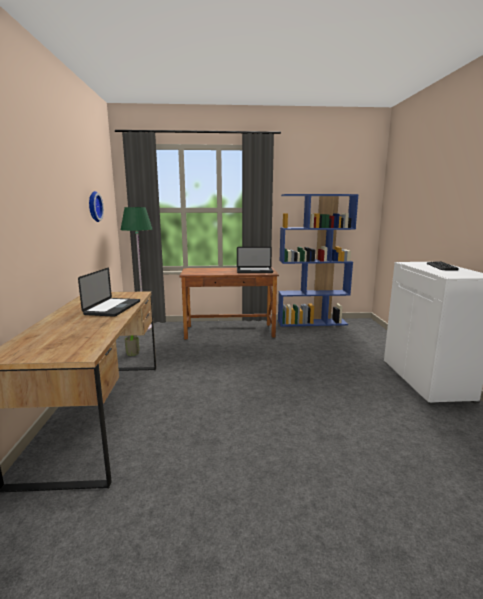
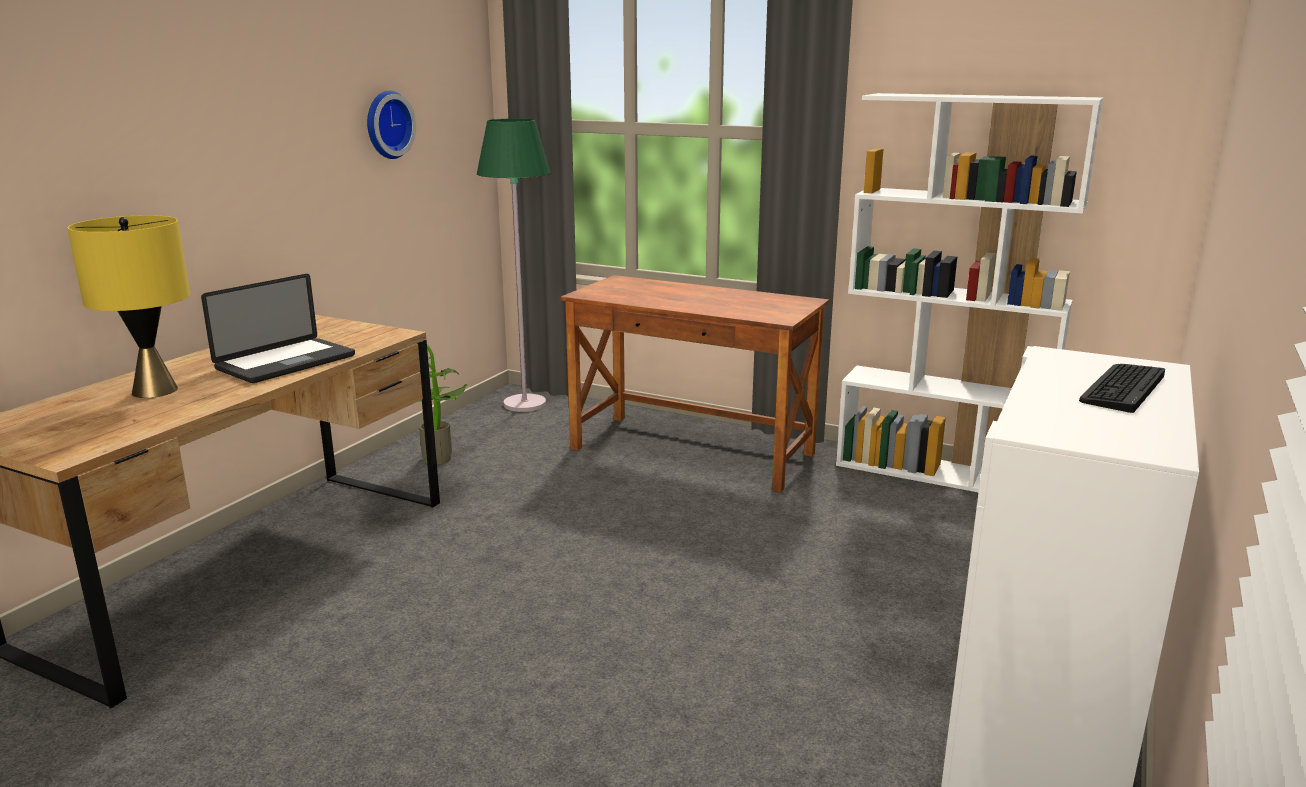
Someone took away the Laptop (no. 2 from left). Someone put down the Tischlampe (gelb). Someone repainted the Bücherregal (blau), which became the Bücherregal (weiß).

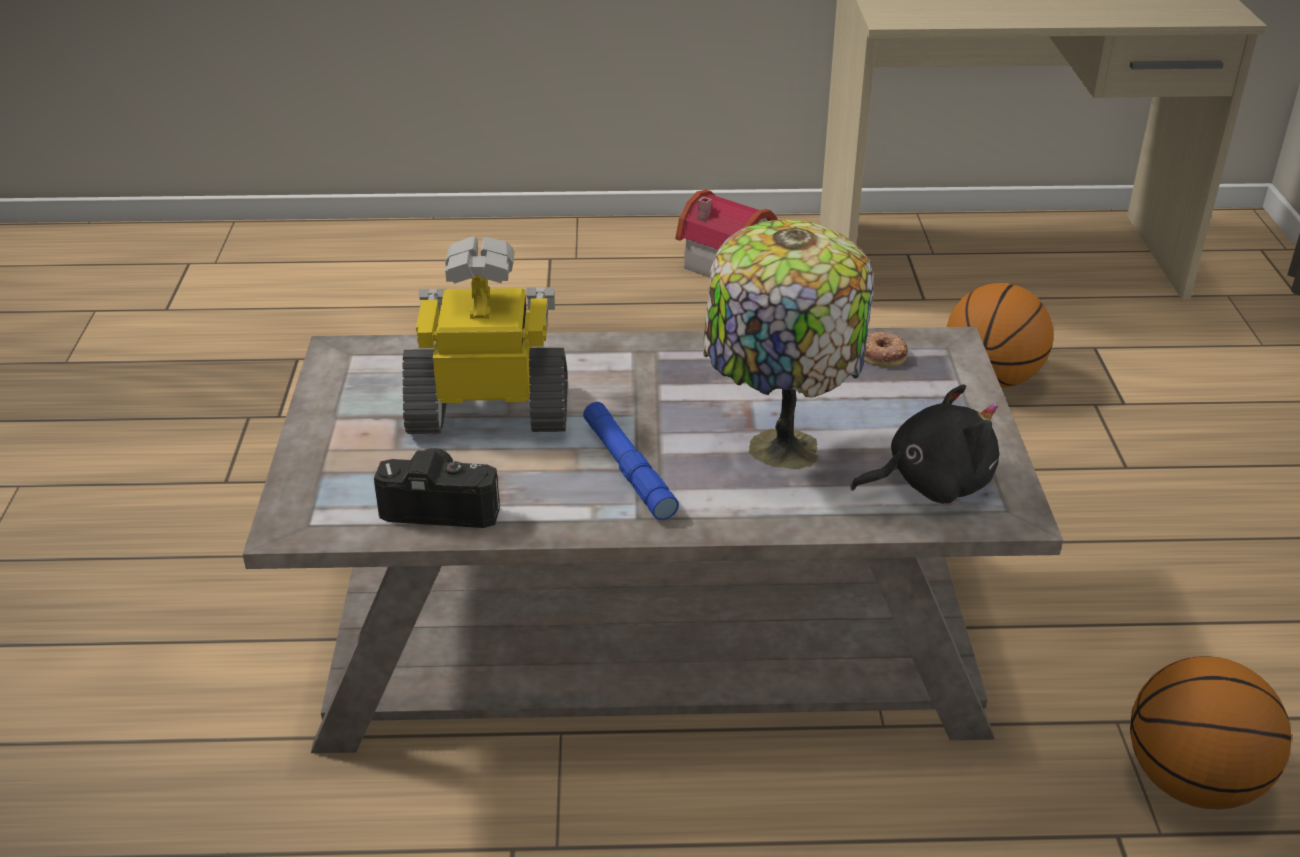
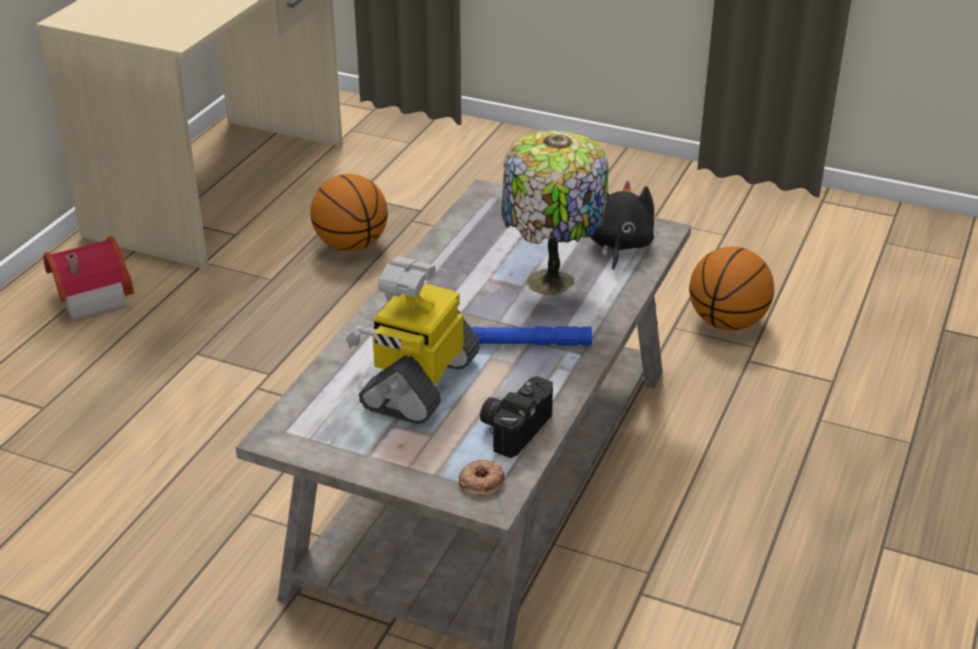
Someone carried the Donut.

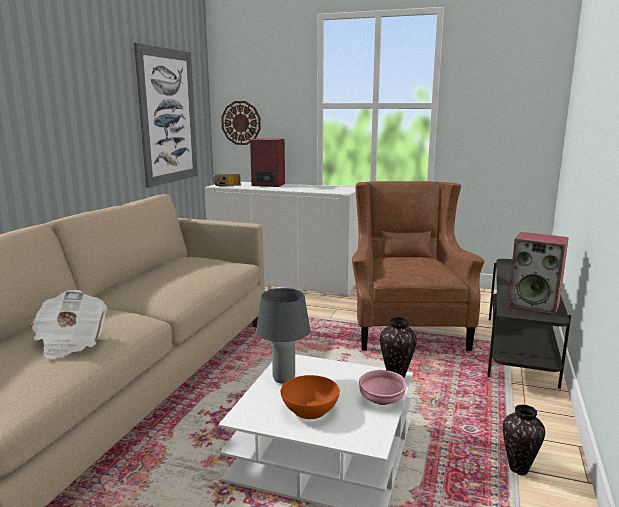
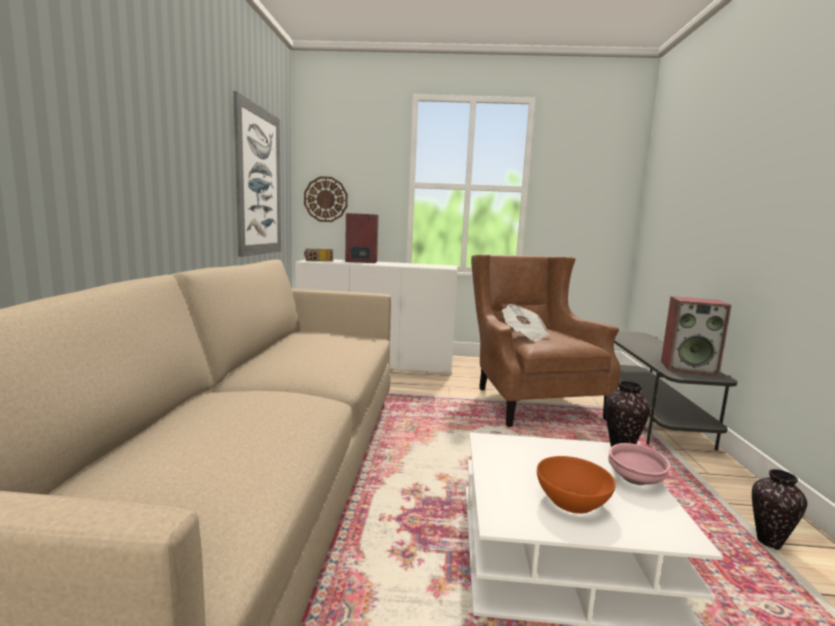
Someone took away the Tischlampe (grau). Someone carried the Zeitung.

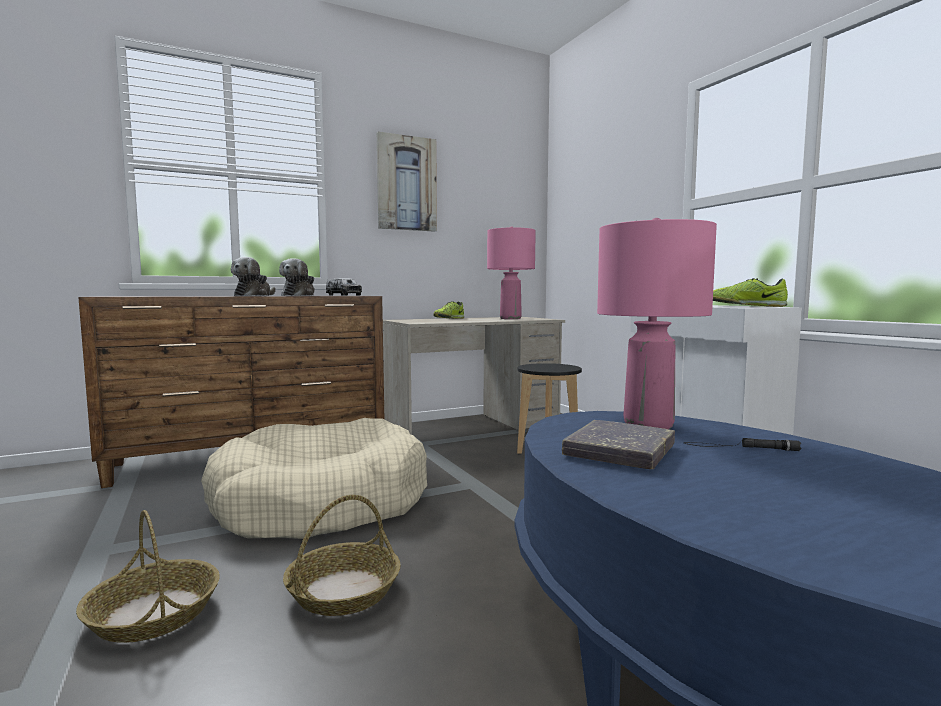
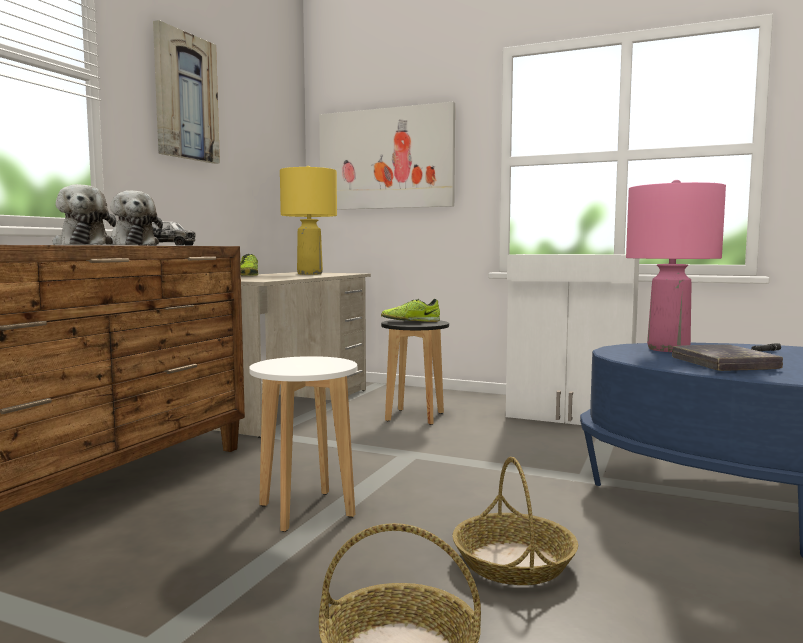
Someone put up the Bild (no. 2 from left). Someone carried the Schuh (no. 2 from left). Someone swapped the Hundebett (beige) for the Hocker (weiß). Someone repainted the Tischlampe (rosa) (no. 1 from left), which became the Tischlampe (gelb).

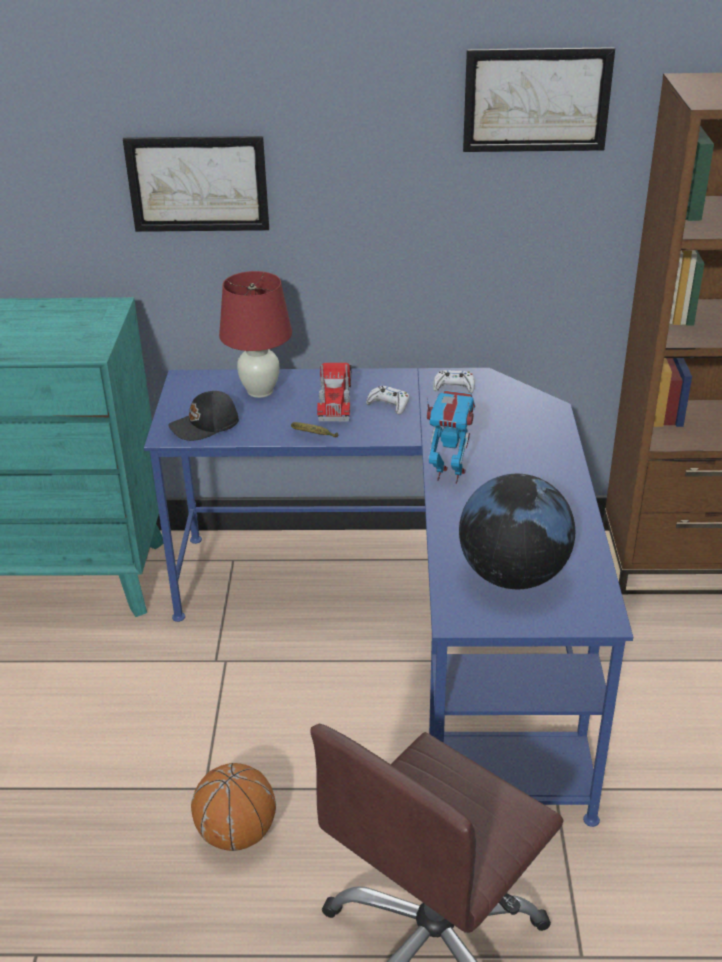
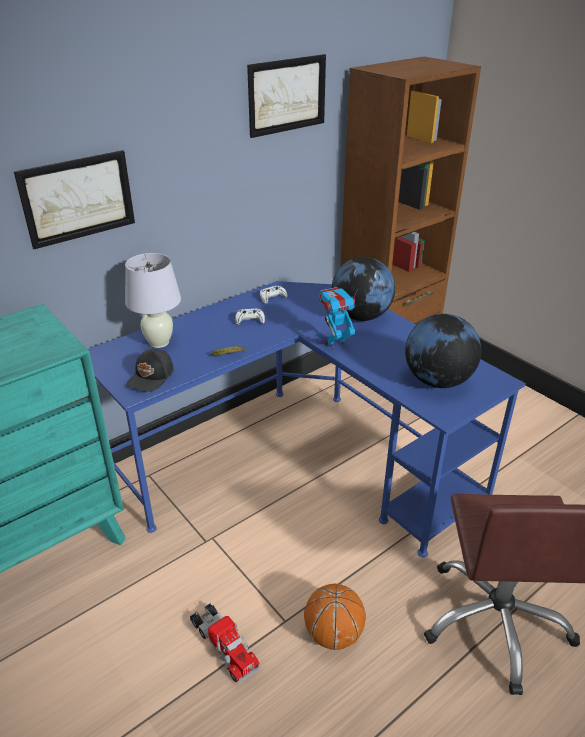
Someone put down the Globus (no. 1 from left). Someone carried the Spielzeuglaster. Someone repainted the Tischlampe (rot), which became the Tischlampe (weiß).

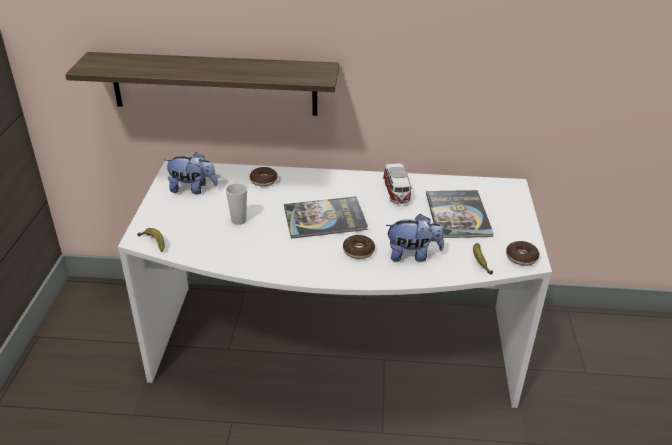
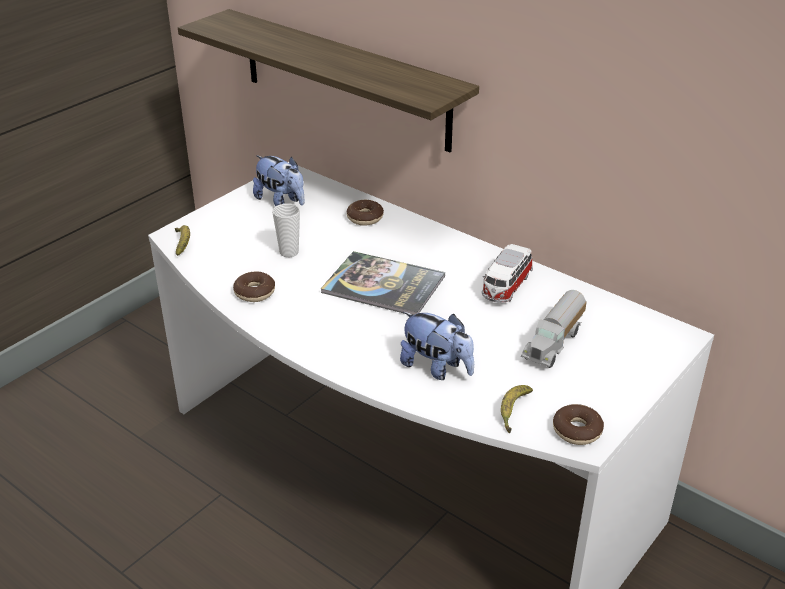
Someone carried the Donut (no. 2 from left in the first image). Someone swapped the Buch (no. 2 from left) for the Spielzeuglaster.

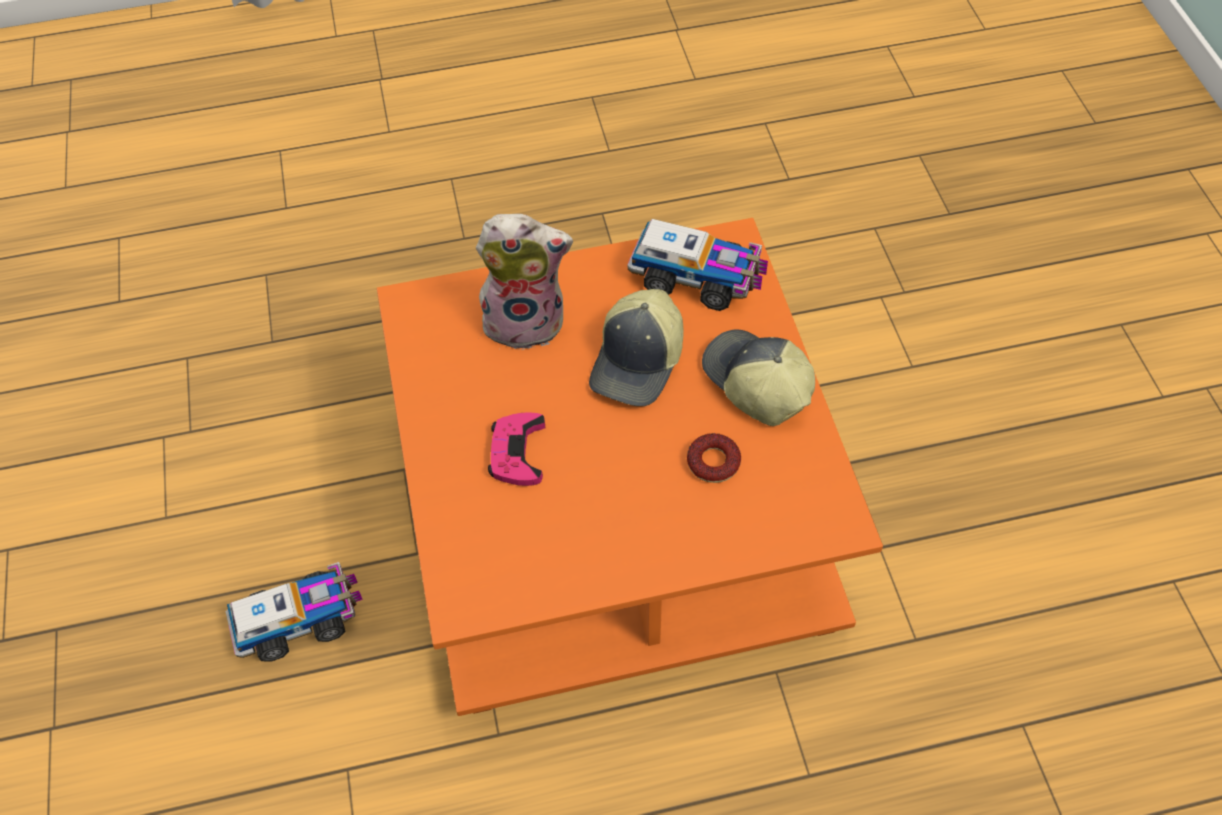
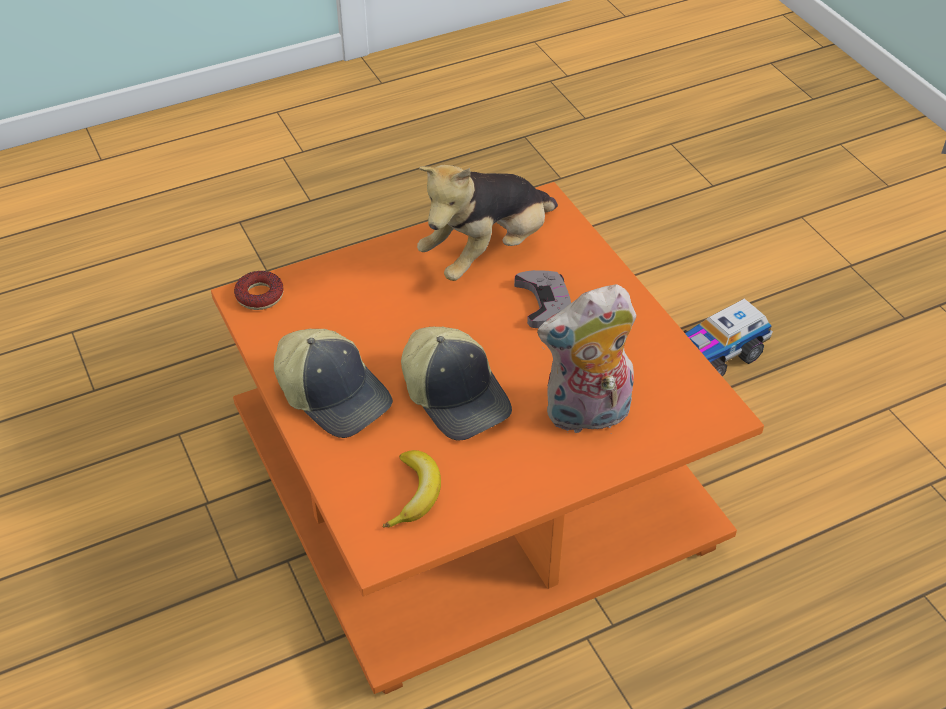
Someone put down the Plüschtier (no. 1 from left). Someone carried the Donut. Someone swapped the Spielzeuglaster (no. 2 from left) for the Banane. Someone repainted the Gamepad (rosa), which became the Gamepad (grau). Someone rotated the Kappe (no. 1 from left in the first image) by 135 degrees clockwise.

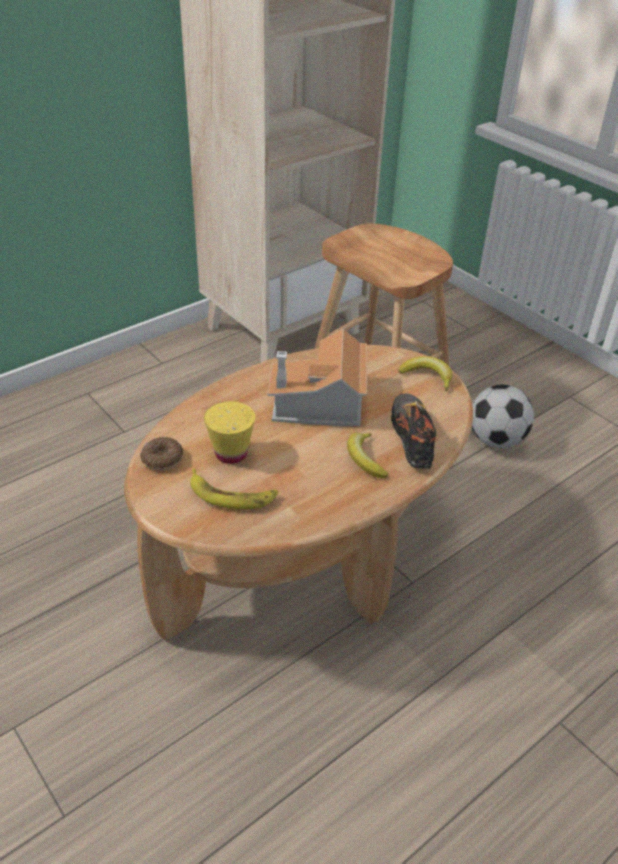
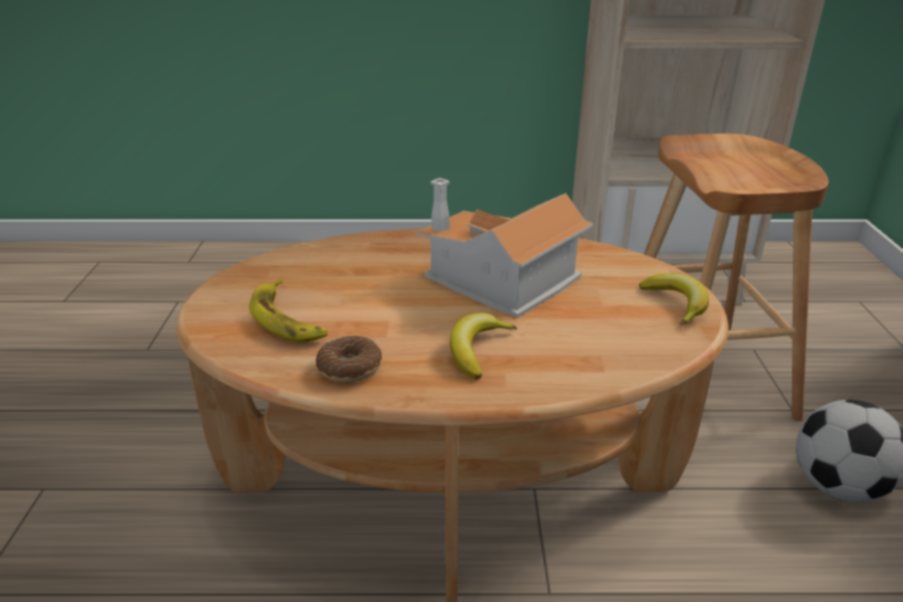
Someone took away the Tasse (gelb). Someone took away the Schuh. Someone carried the Donut.

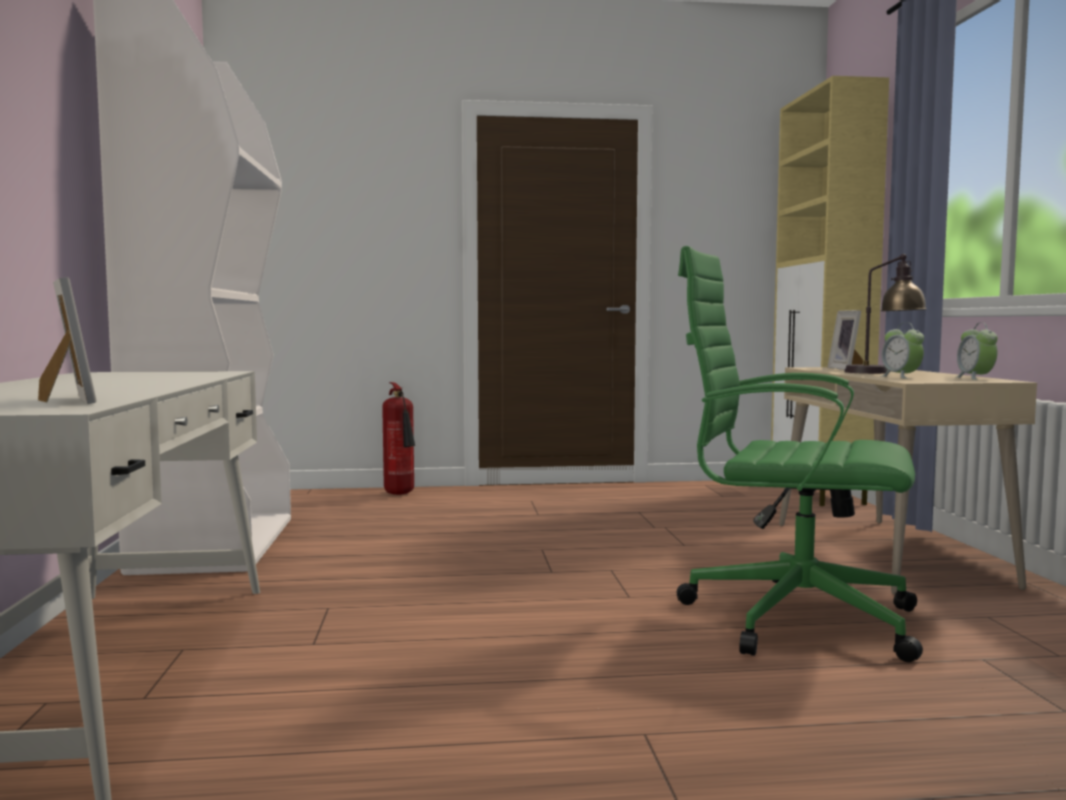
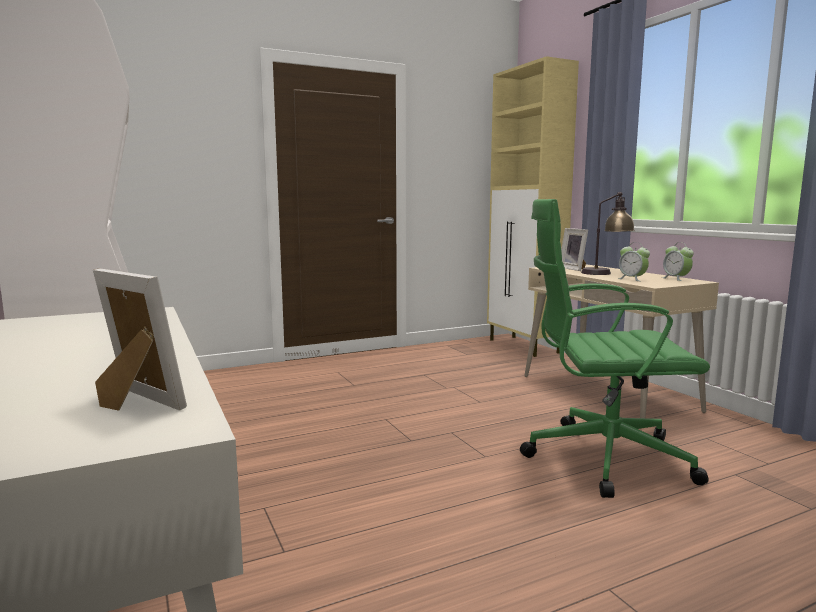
Someone took away the Feuerlöscher.

